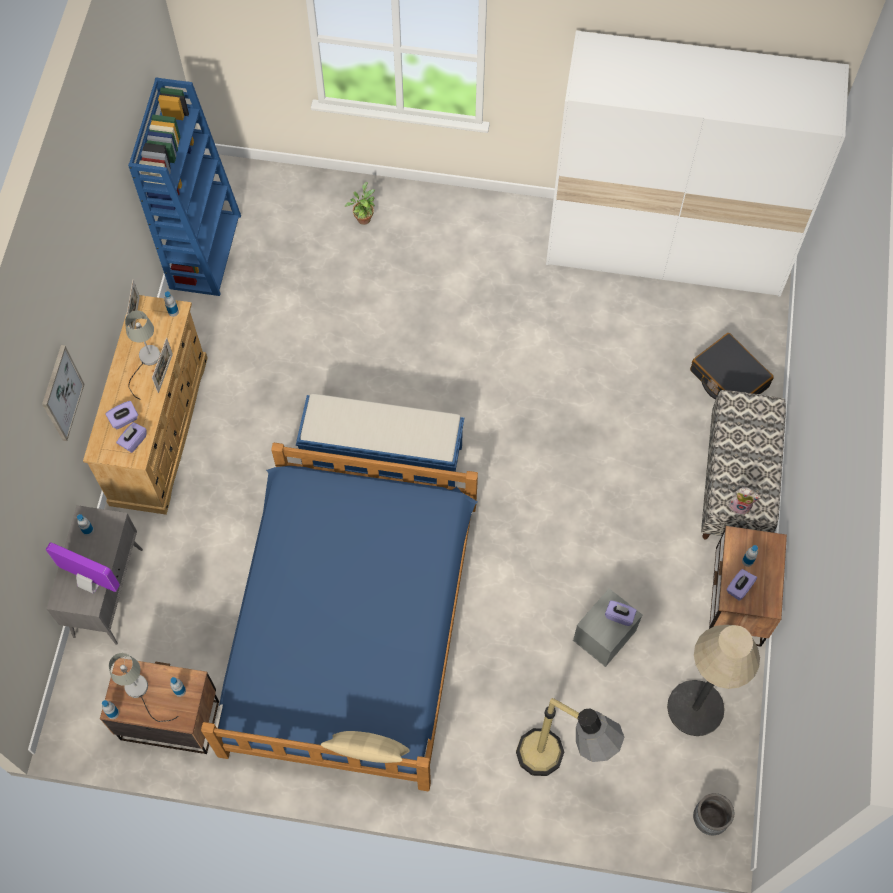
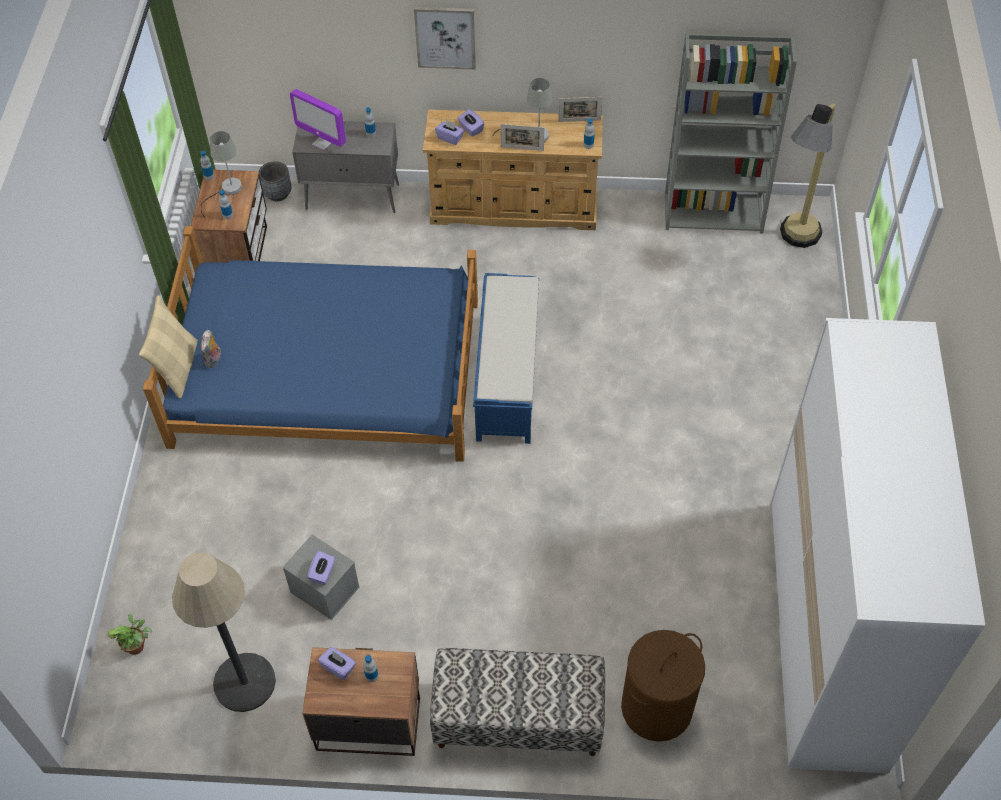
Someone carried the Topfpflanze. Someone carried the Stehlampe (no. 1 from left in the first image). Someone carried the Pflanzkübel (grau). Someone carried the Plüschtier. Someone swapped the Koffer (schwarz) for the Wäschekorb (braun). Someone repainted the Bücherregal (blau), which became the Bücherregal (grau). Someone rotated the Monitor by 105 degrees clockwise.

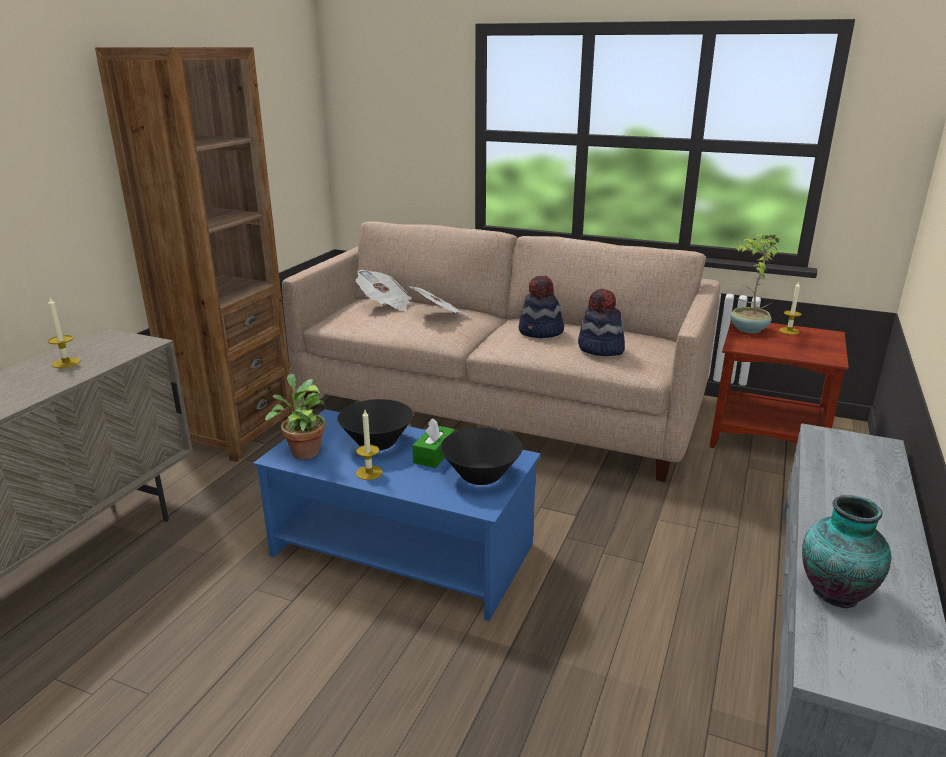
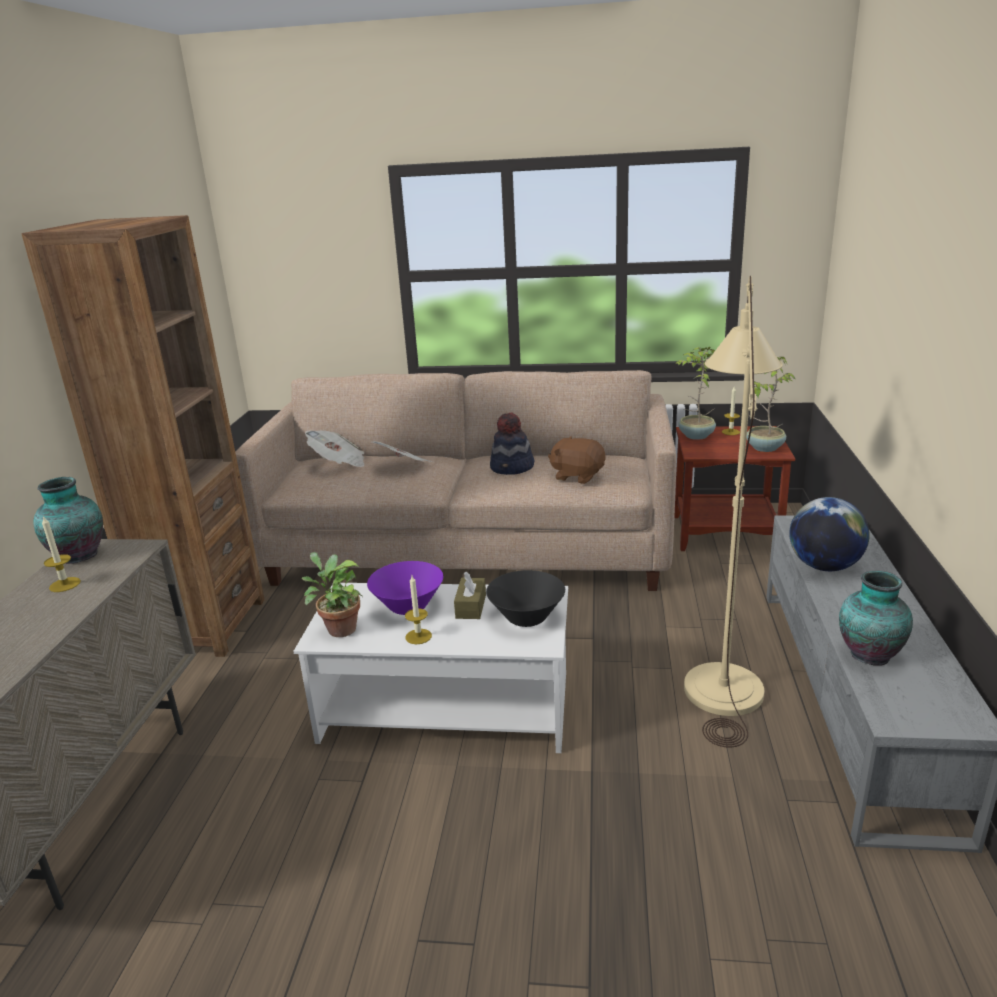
Someone put down the Vase (no. 1 from left). Someone put down the Stehlampe (beige). Someone put down the Topfpflanze (no. 3 from left). Someone put down the Globus. Someone swapped the Hut (no. 2 from left) for the Plüschtier (braun). Someone repainted the Couchtisch (blau), which became the Couchtisch (weiß). Someone repainted the Schüssel (schwarz) (no. 1 from left), which became the Schüssel (lila). Someone repainted the Taschentuchbox (grün), which became the Taschentuchbox (braun).

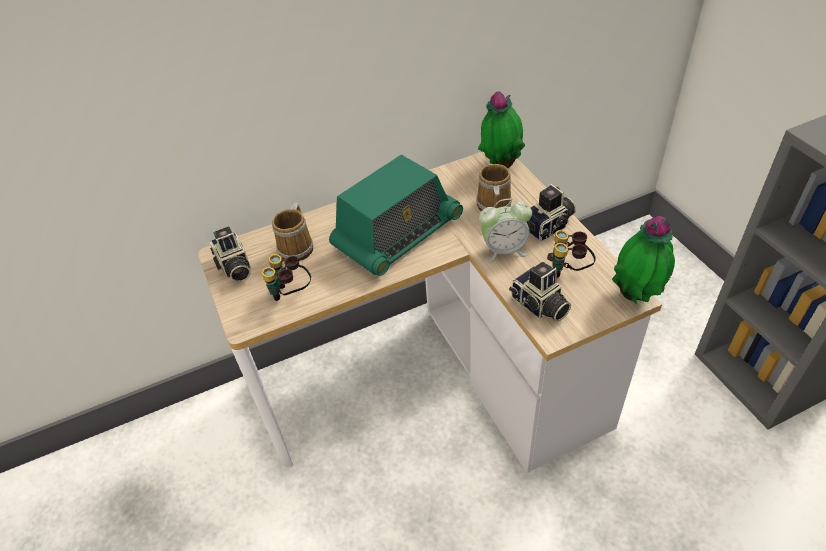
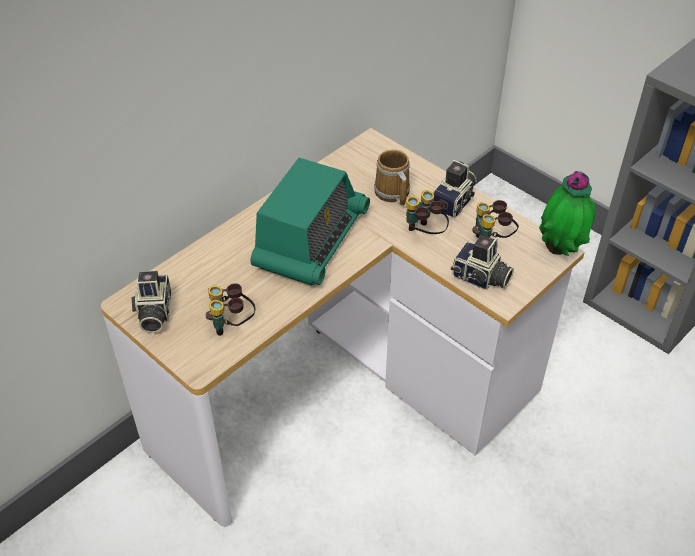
Someone took away the Henkelbecher (no. 1 from left). Someone took away the Topfpflanze (no. 1 from left). Someone swapped the Wecker for the Fernglas (no. 2 from left). Someone rotated the Kamera (no. 1 from left) by 45 degrees clockwise.

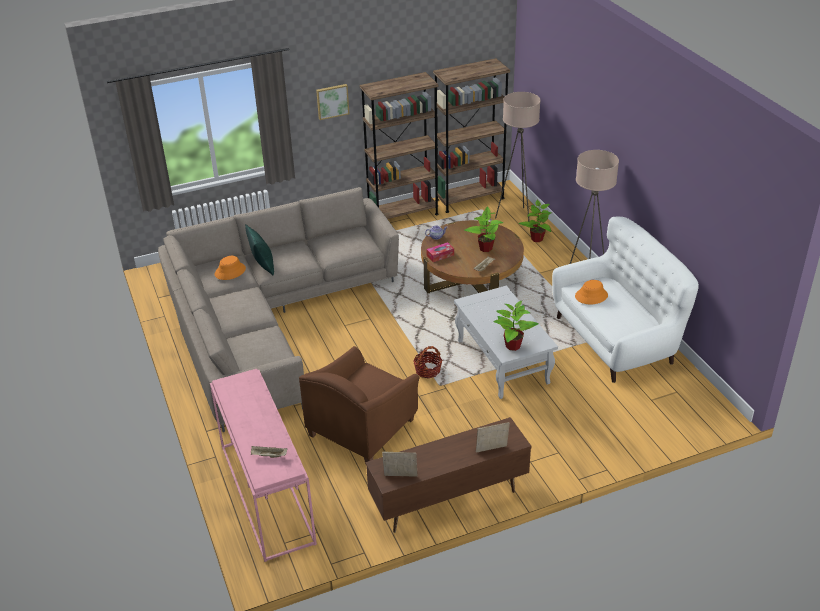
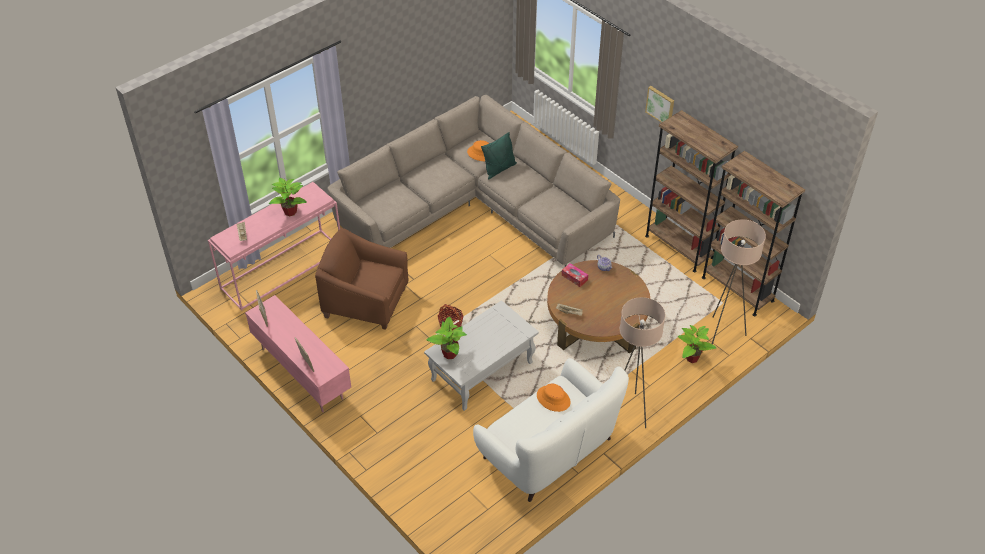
Someone carried the Topfpflanze (no. 1 from left). Someone repainted the Fernsehschrank (braun), which became the Fernsehschrank (rosa).

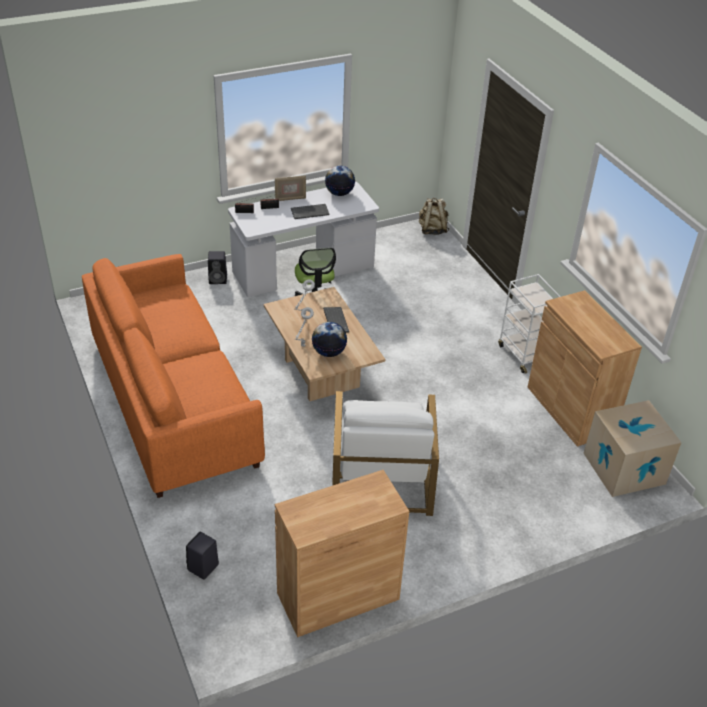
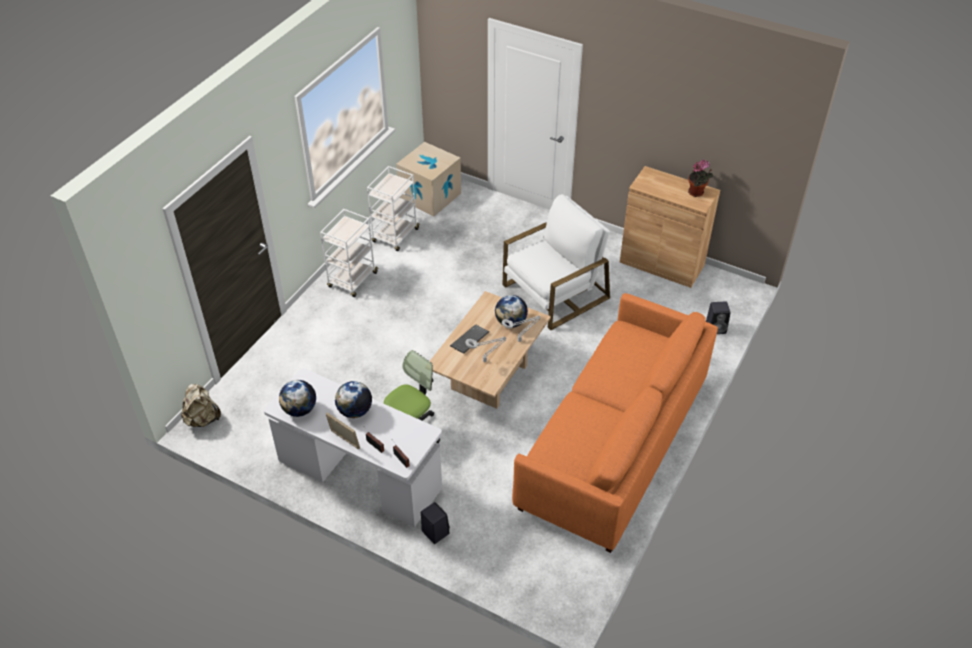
Someone put down the Topfpflanze. Someone swapped the Tastatur (no. 1 from left) for the Globus (no. 2 from left). Someone swapped the Schrank (braun) (no. 2 from left) for the Rollwagen (weiß) (no. 2 from left).

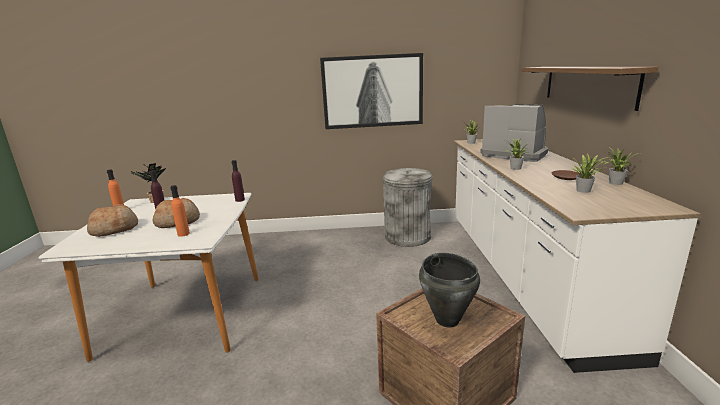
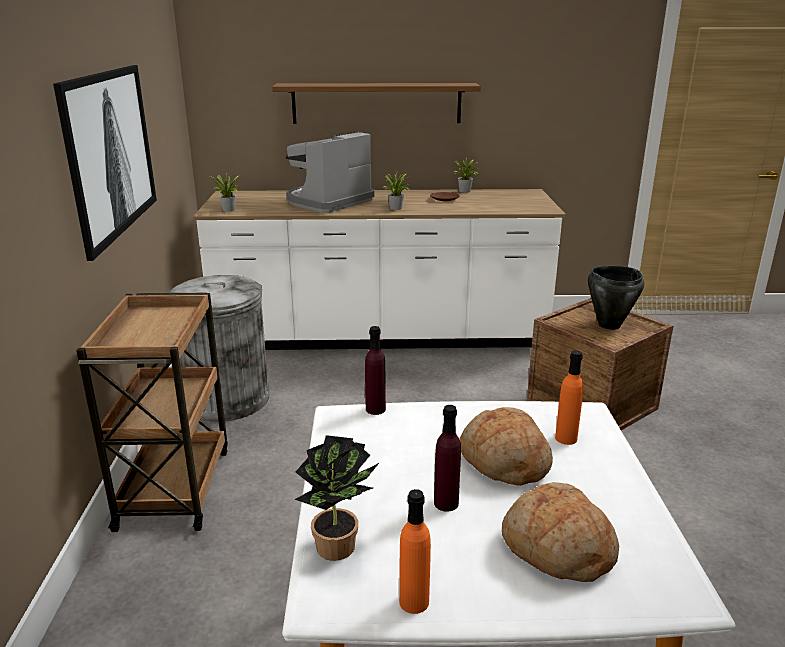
Someone took away the Topfpflanze (no. 4 from left). Someone put down the Rollwagen (braun).

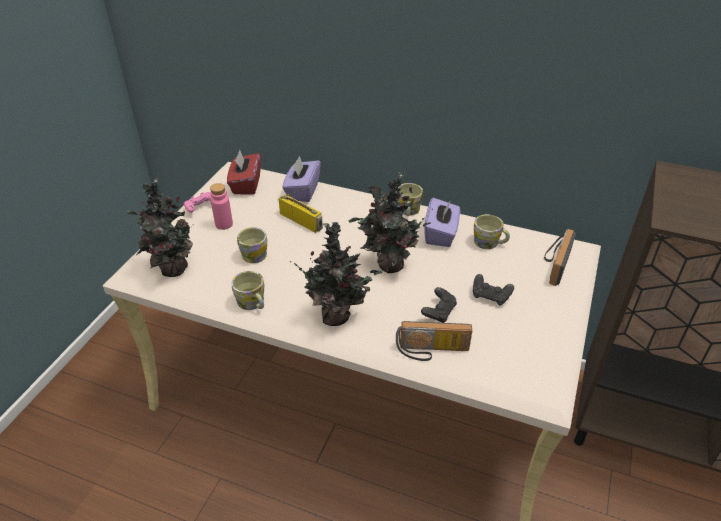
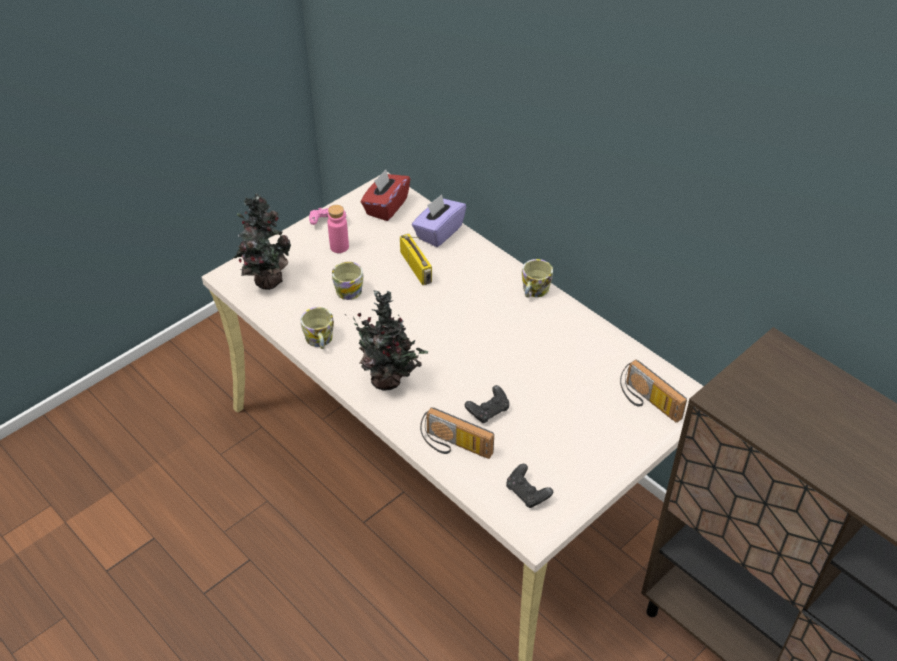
Someone took away the Topfpflanze (no. 3 from left). Someone took away the Taschentuchbox (lila) (no. 2 from left). Someone took away the Henkelbecher (no. 4 from left). Someone carried the Gamepad (schwarz) (no. 2 from left). Someone rotated the Radio (no. 3 from left) by 90 degrees counterclockwise.

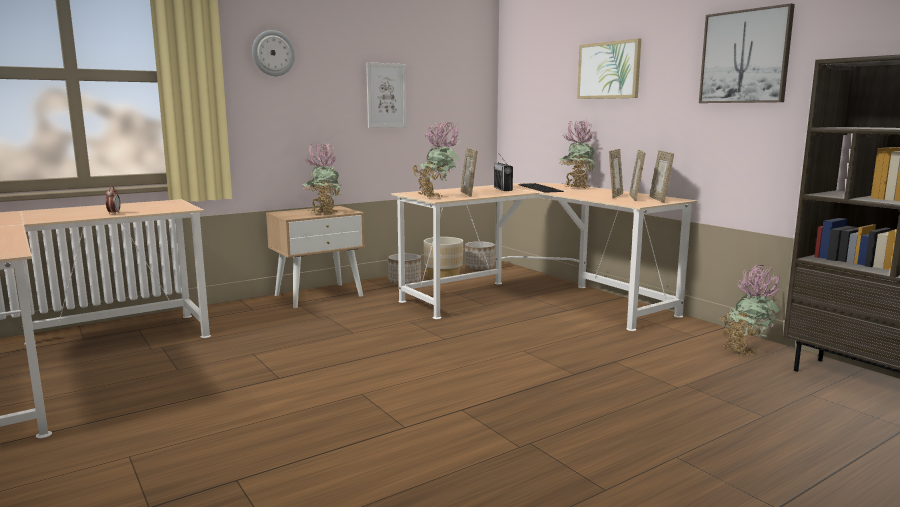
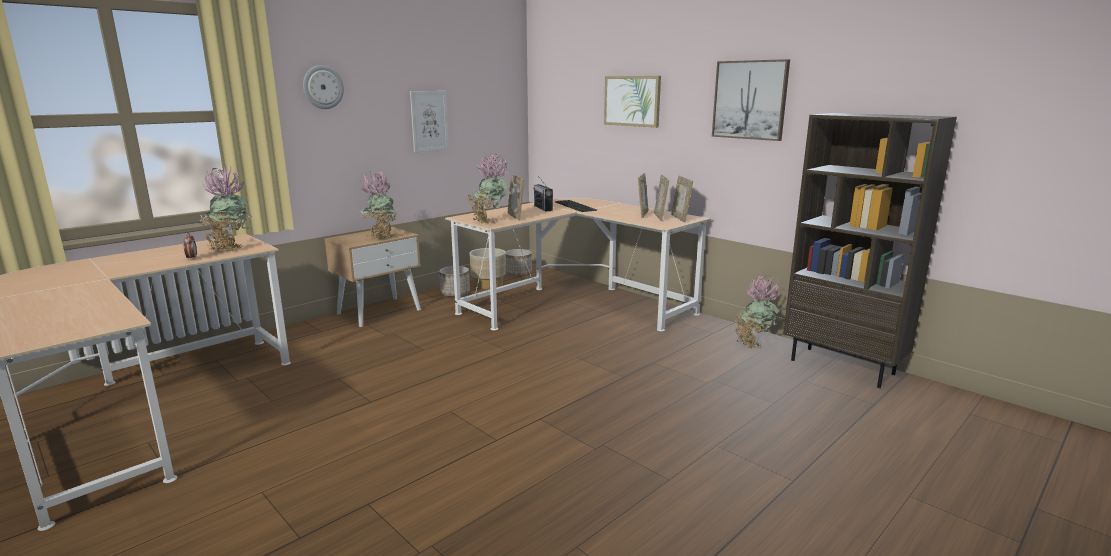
Someone carried the Topfpflanze (no. 3 from left in the first image).

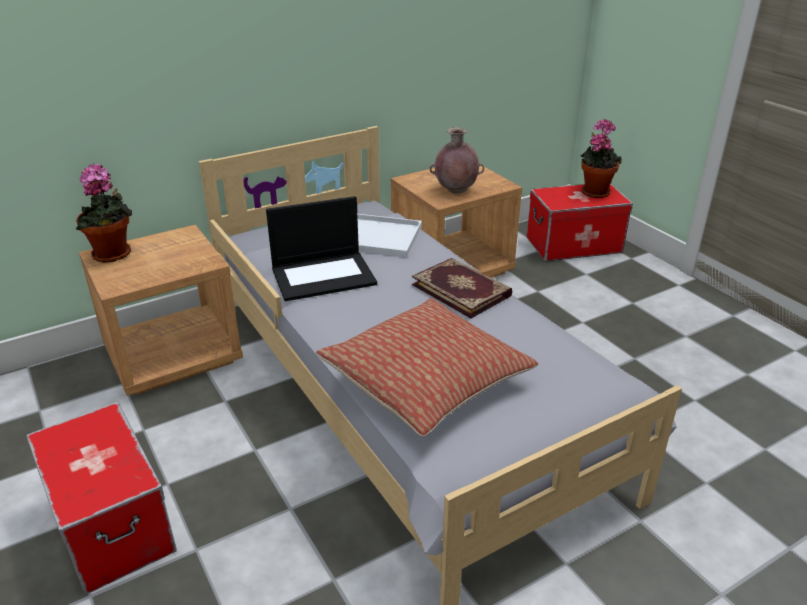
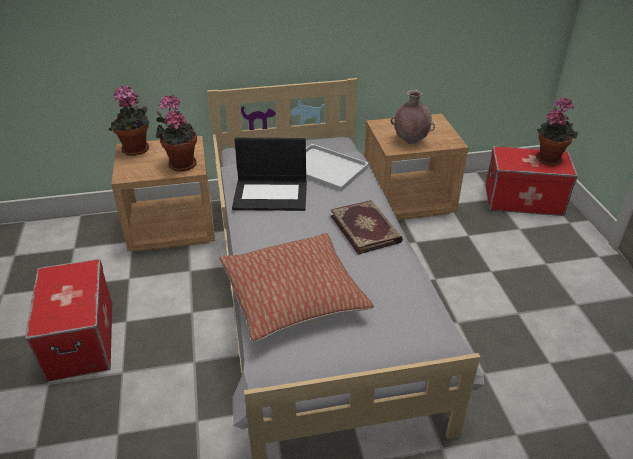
Someone put down the Topfpflanze (no. 2 from left).

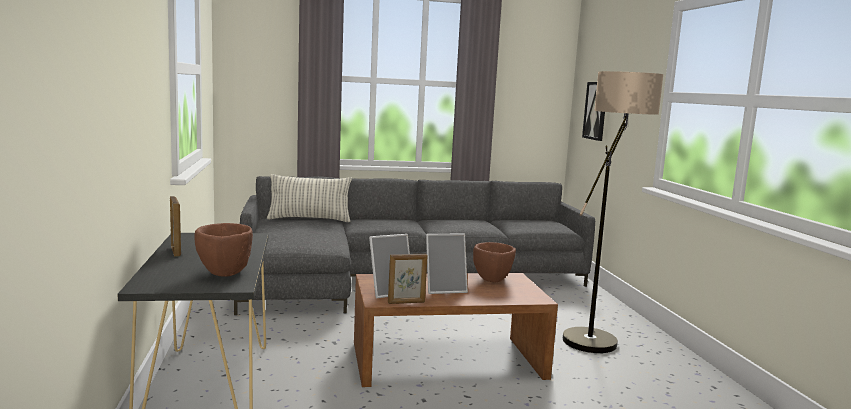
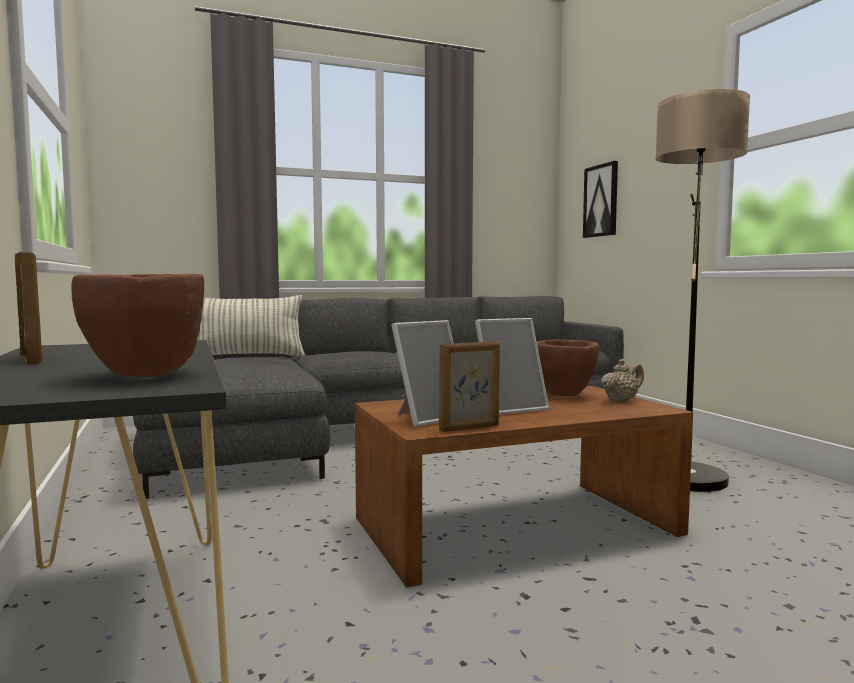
Someone put down the Teekanne (beige).

